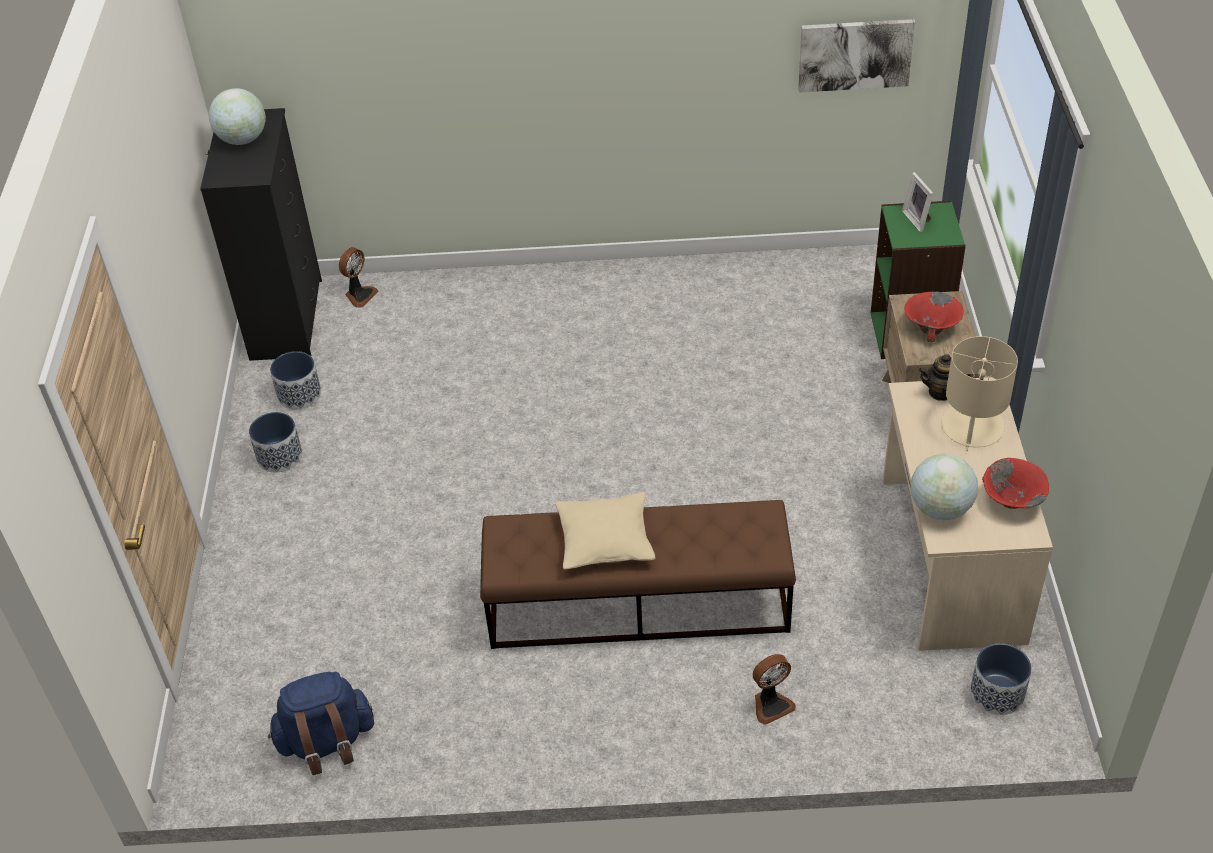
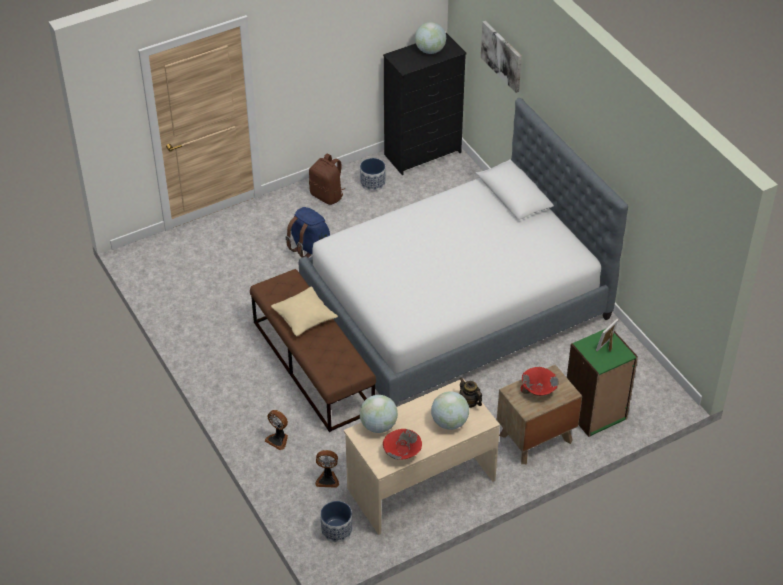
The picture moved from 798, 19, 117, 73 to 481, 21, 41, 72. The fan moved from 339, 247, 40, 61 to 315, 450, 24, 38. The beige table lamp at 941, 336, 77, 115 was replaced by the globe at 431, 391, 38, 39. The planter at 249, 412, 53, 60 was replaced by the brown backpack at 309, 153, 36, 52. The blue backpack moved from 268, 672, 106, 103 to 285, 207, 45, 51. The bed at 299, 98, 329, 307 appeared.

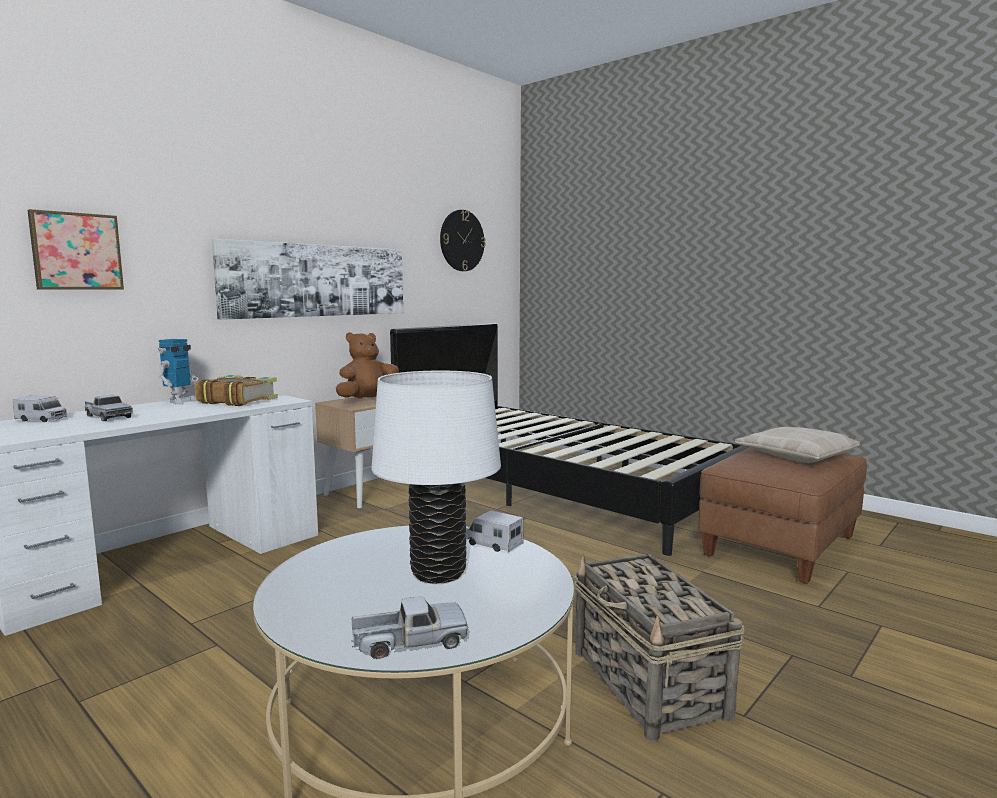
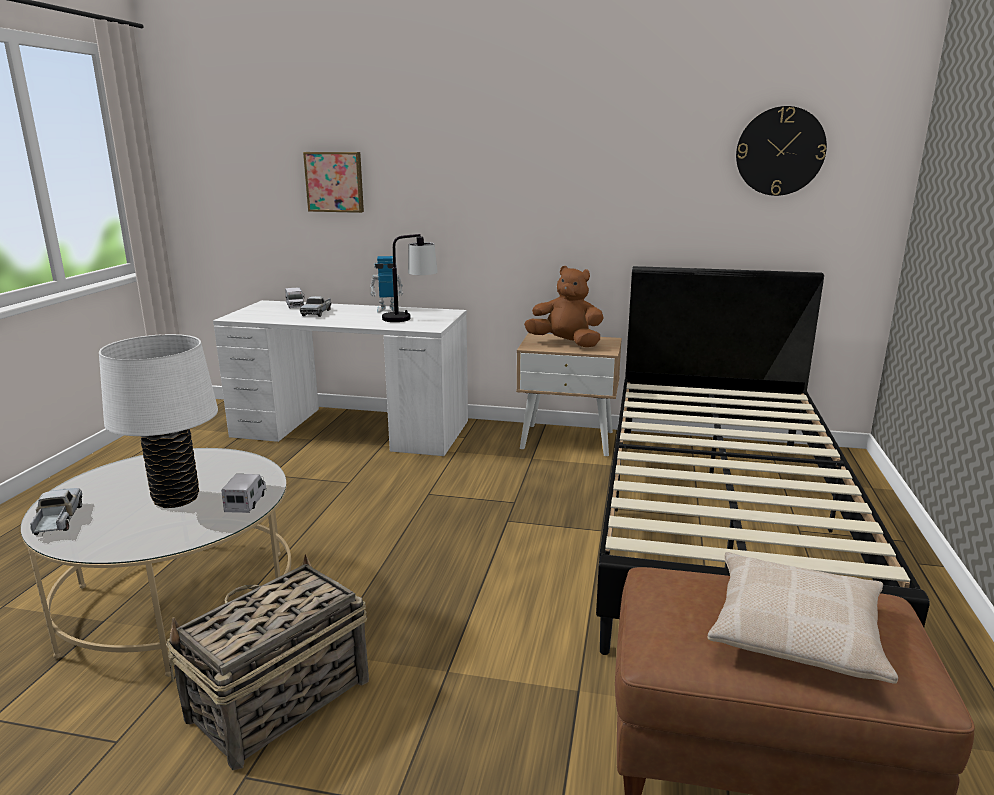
The picture at 212, 239, 191, 81 disappeared. The book at 195, 375, 83, 31 was replaced by the table lamp at 382, 234, 56, 88. The toy truck at 351, 596, 117, 63 turned 150 degrees counterclockwise.

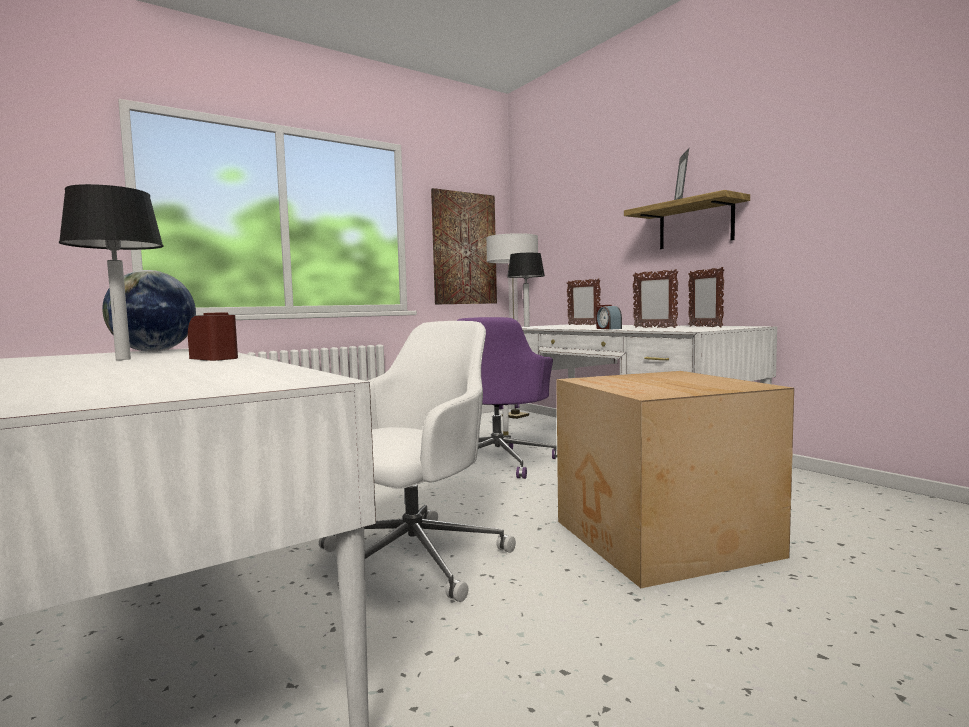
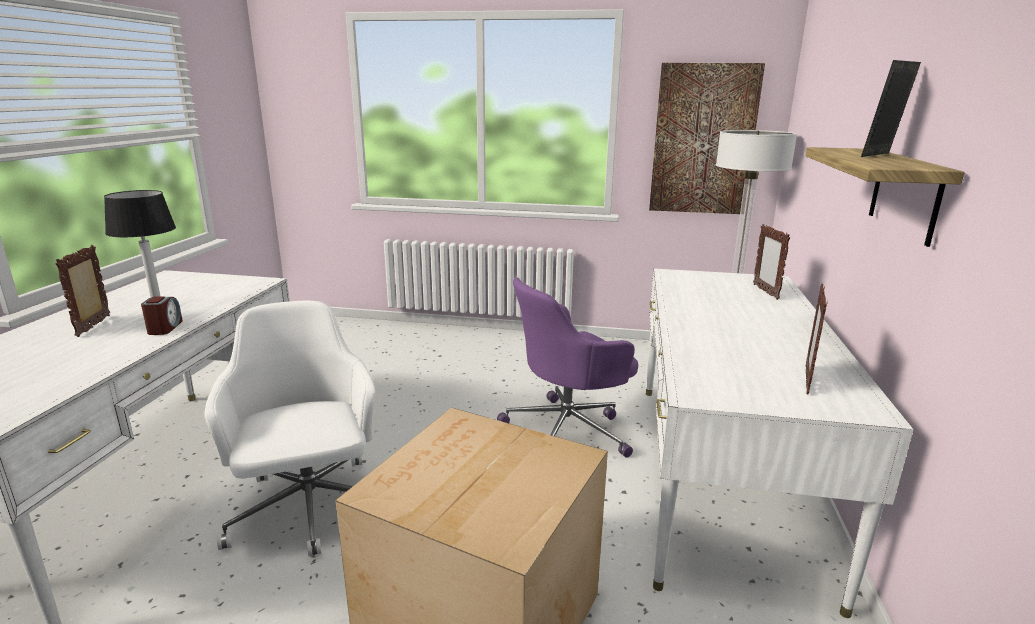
The table lamp at 507, 253, 38, 74 disappeared. The picture frame moved from 633, 269, 45, 59 to 55, 245, 55, 92. The globe at 102, 270, 94, 82 disappeared. The alarm clock at 596, 305, 26, 25 disappeared. The white office chair at 319, 321, 197, 281 turned 105 degrees counterclockwise.

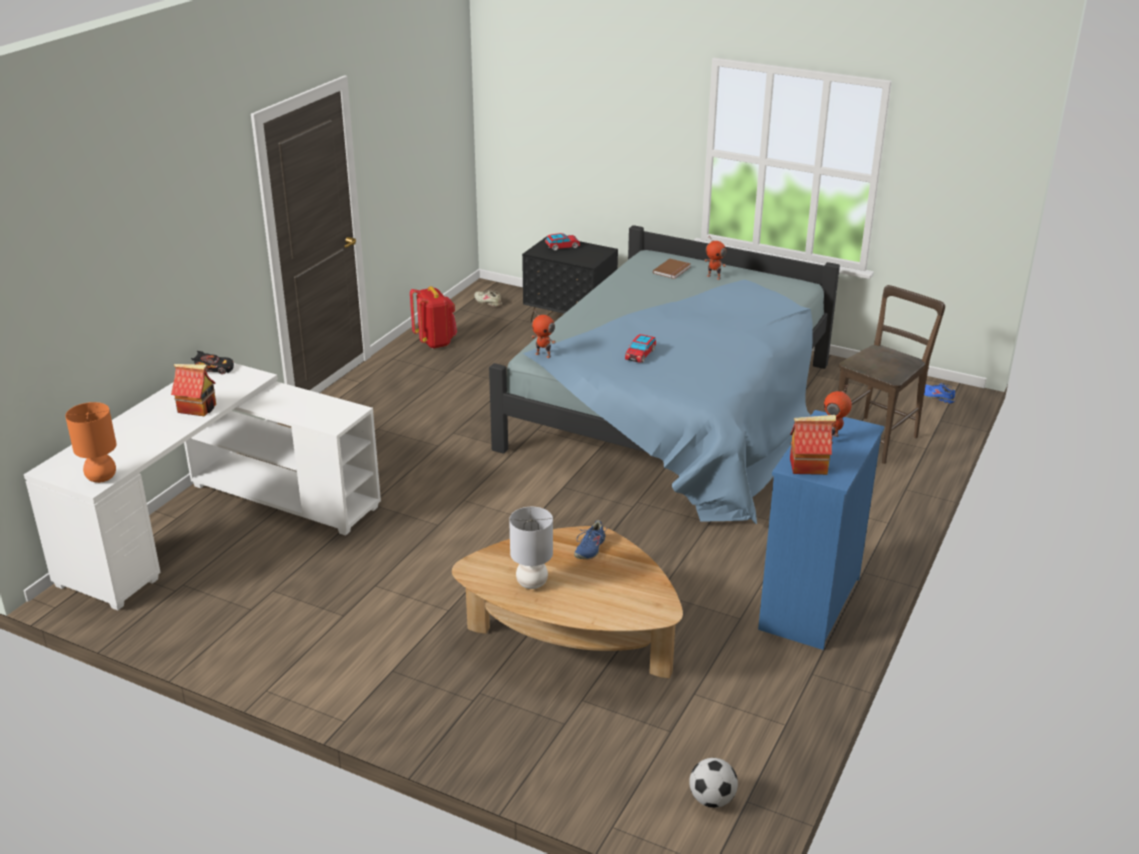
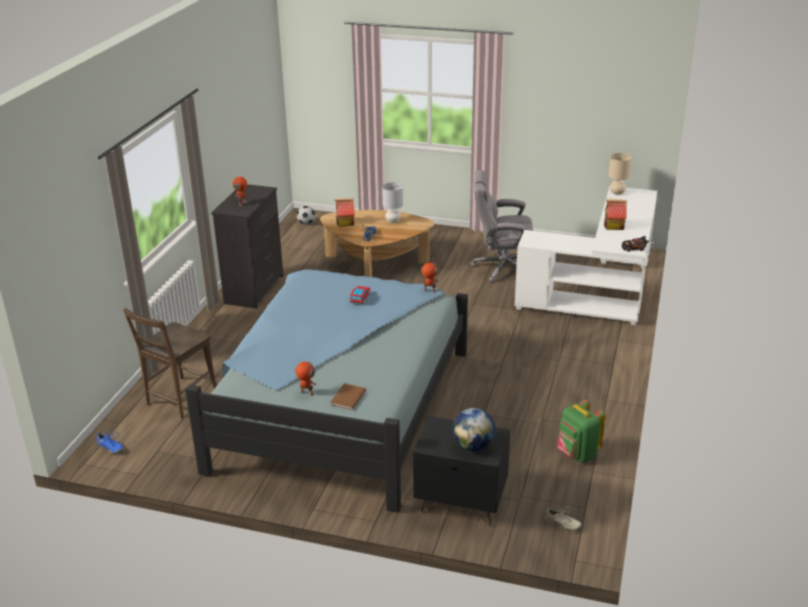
The toy car at 545, 233, 35, 18 was replaced by the globe at 453, 408, 42, 43. The red backpack at 410, 286, 47, 63 became the green backpack at 557, 399, 49, 64. The orange table lamp at 65, 402, 52, 81 became the beige table lamp at 609, 153, 23, 42. The blue dresser at 758, 410, 127, 240 became the black dresser at 211, 184, 73, 125. The toy house moved from 790, 415, 46, 60 to 334, 198, 21, 29. The grey office chair at 471, 170, 62, 113 appeared.

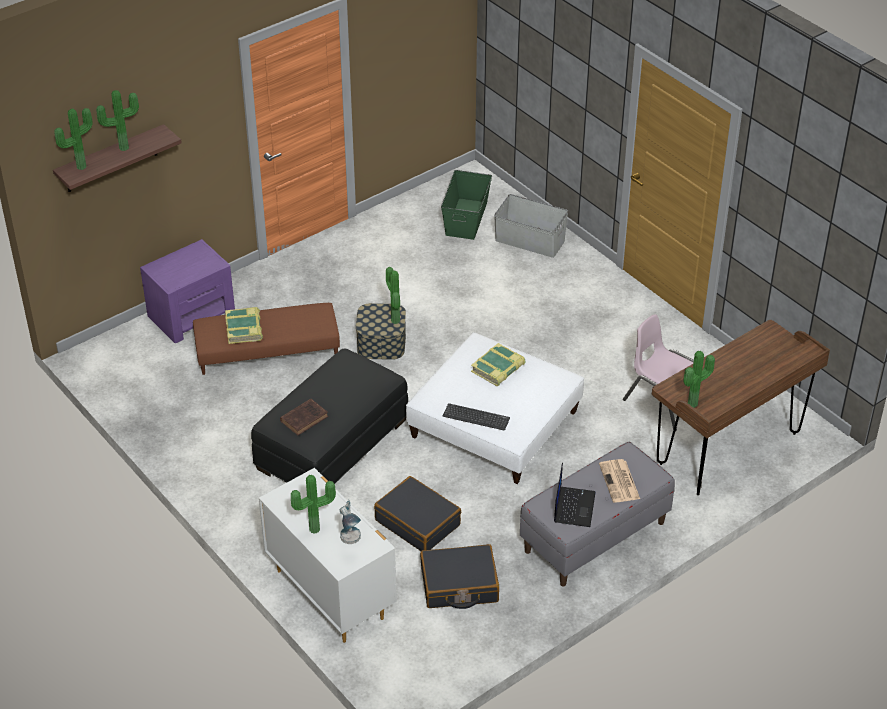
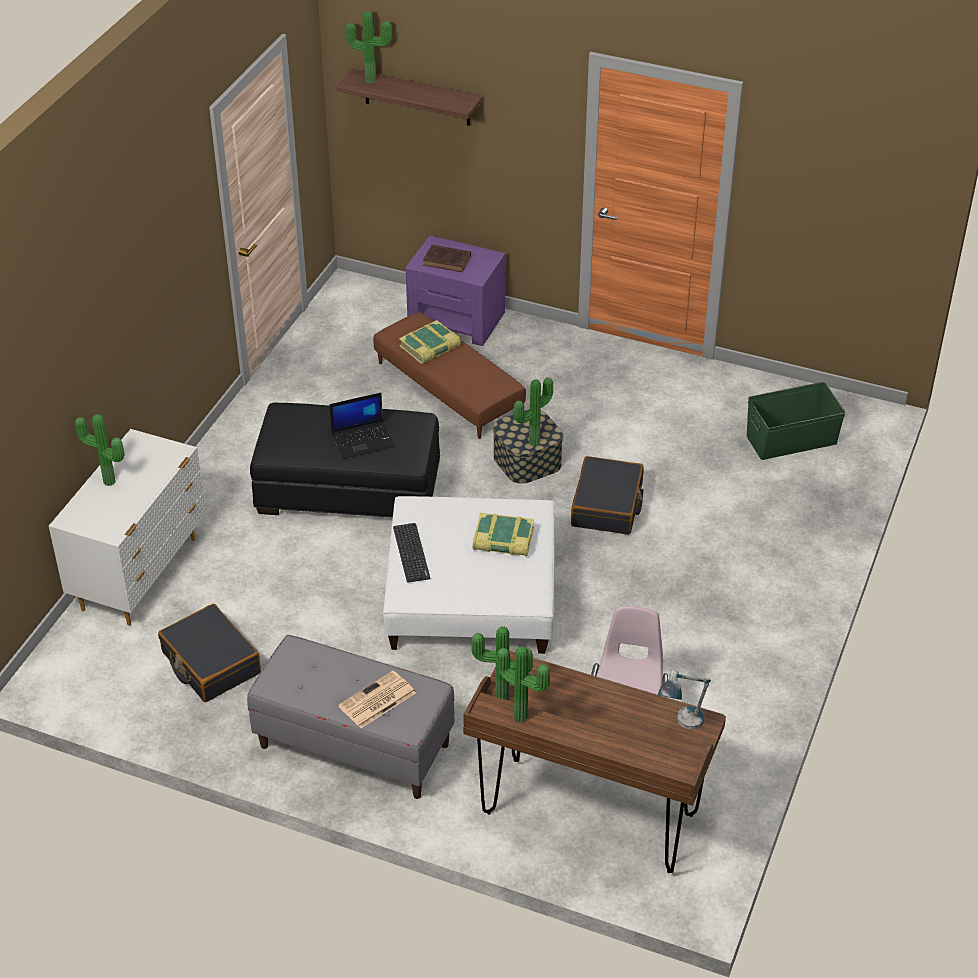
The potted plant moved from 96, 90, 43, 61 to 497, 646, 53, 76. The grey storage box at 494, 194, 74, 64 disappeared. The brown book moved from 280, 399, 48, 36 to 423, 245, 48, 27. The laptop moved from 554, 463, 42, 64 to 330, 393, 65, 66. The black suitcase moved from 374, 476, 87, 75 to 571, 456, 73, 79. The table lamp moved from 340, 500, 21, 44 to 658, 670, 53, 60.

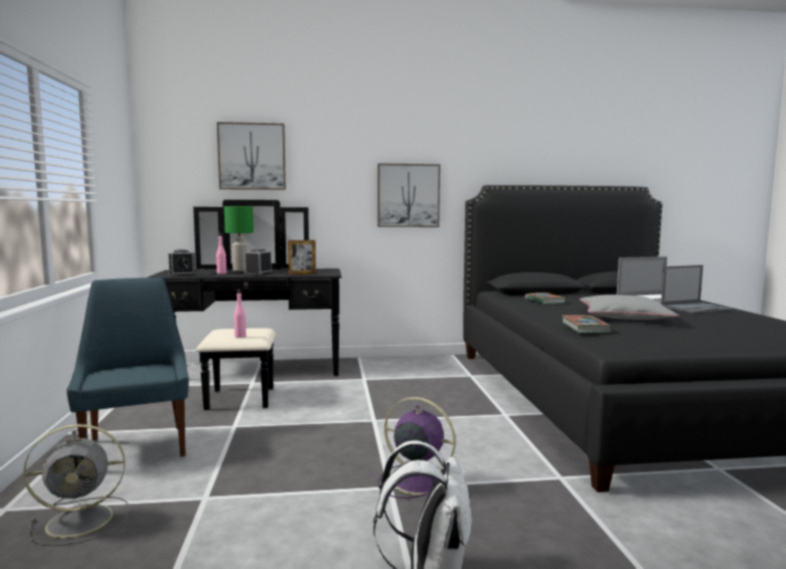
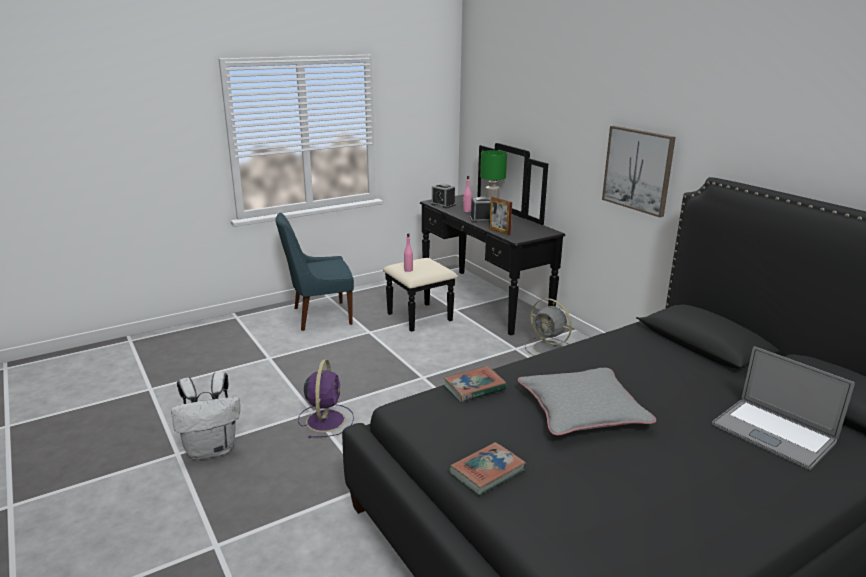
The picture at 217, 122, 69, 68 disappeared. The laptop at 661, 265, 73, 49 disappeared. The blue chair at 67, 278, 122, 179 turned 150 degrees counterclockwise. The book moved from 525, 293, 41, 12 to 449, 442, 77, 54. The grey fan moved from 23, 424, 106, 122 to 525, 298, 47, 58.

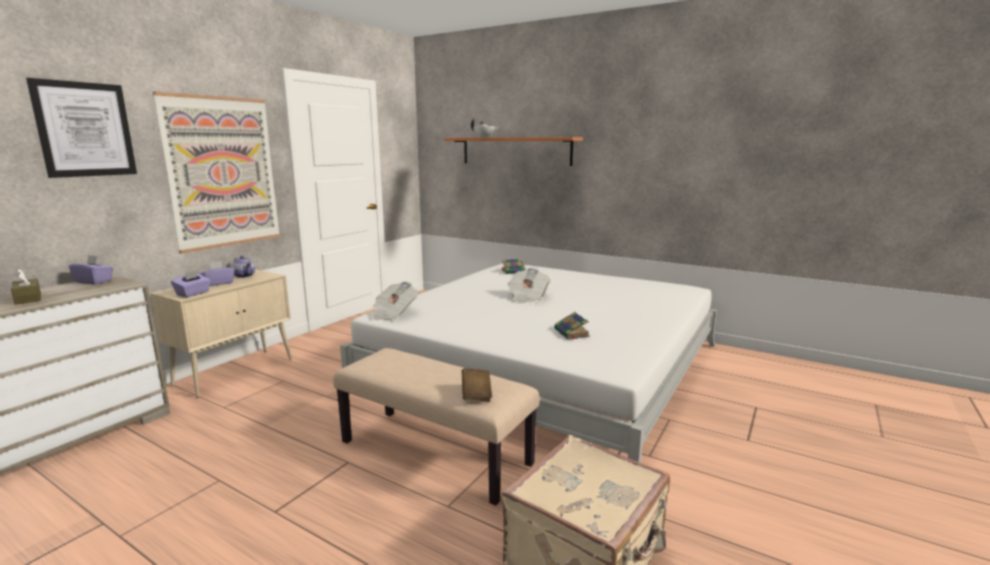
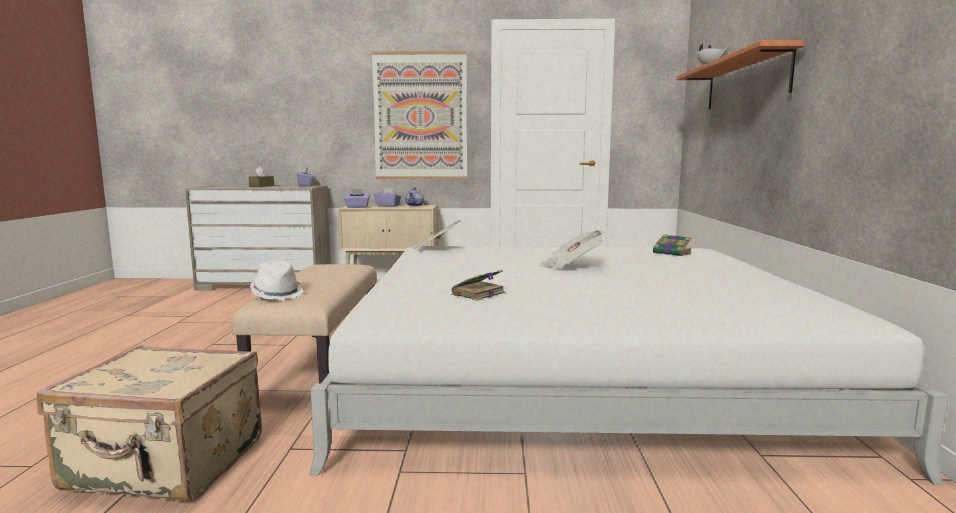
The picture at 26, 78, 111, 100 disappeared. The brown book at 462, 368, 30, 34 was replaced by the white hat at 250, 261, 54, 39.

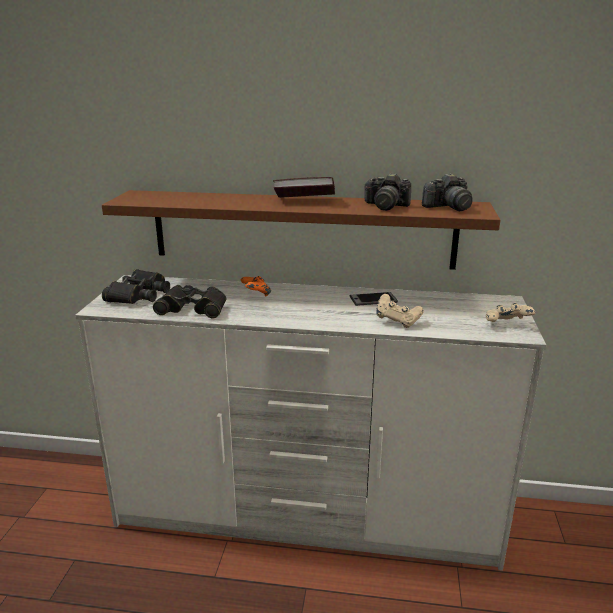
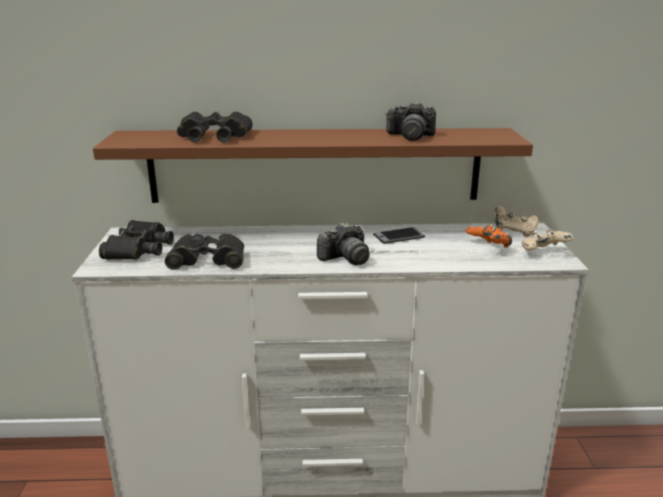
The photo camera moved from 422, 174, 51, 37 to 317, 222, 53, 43. The book at 273, 177, 62, 21 disappeared. The orange game controller moved from 241, 276, 30, 21 to 466, 225, 46, 23. The beige game controller moved from 376, 294, 48, 34 to 494, 206, 45, 31. The black binoculars at 177, 112, 76, 30 appeared.

